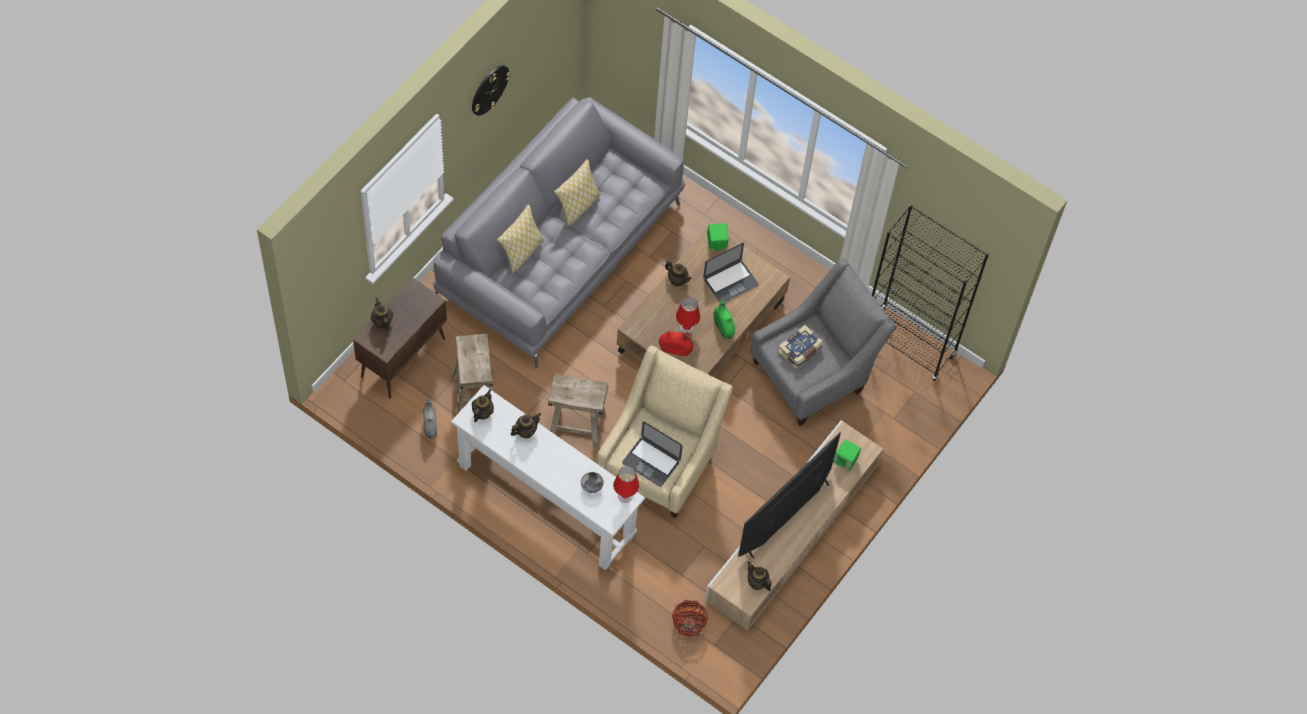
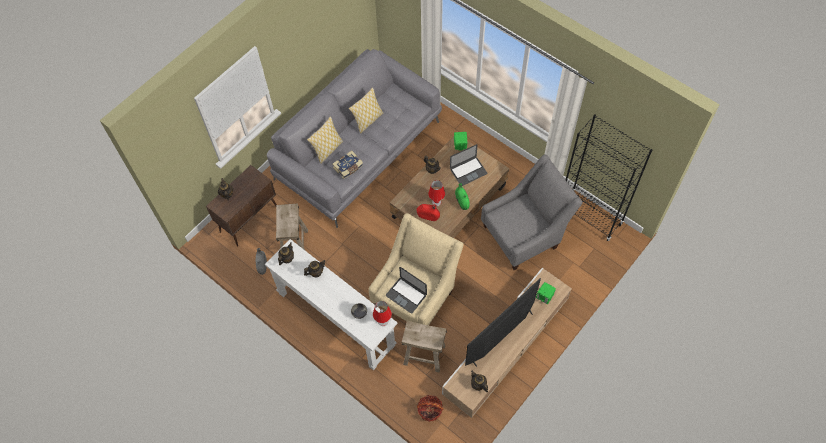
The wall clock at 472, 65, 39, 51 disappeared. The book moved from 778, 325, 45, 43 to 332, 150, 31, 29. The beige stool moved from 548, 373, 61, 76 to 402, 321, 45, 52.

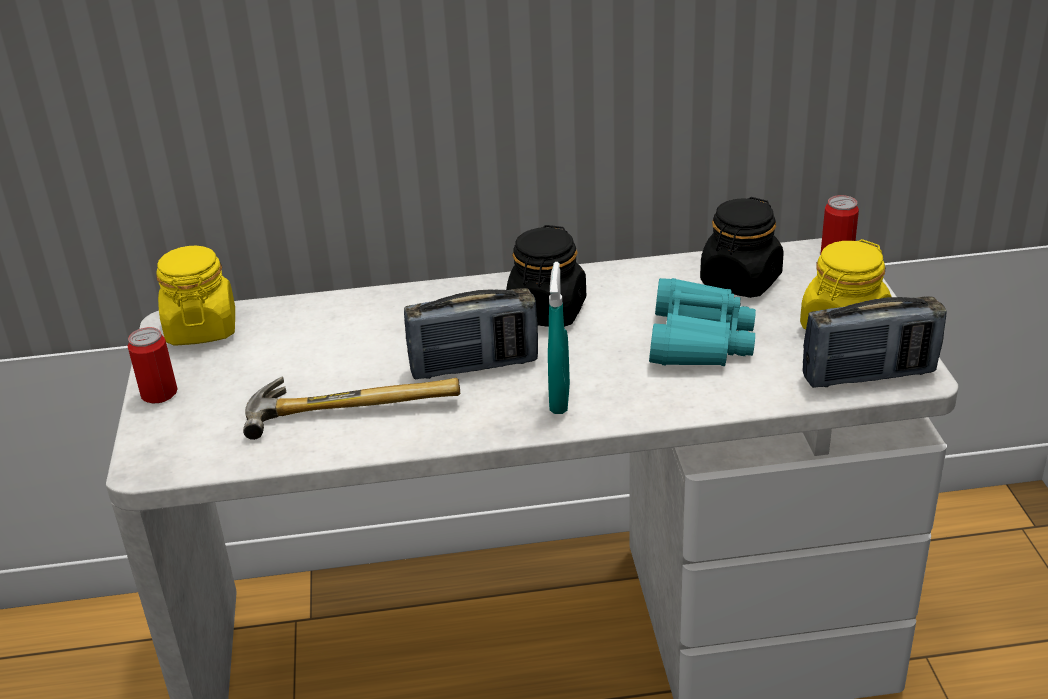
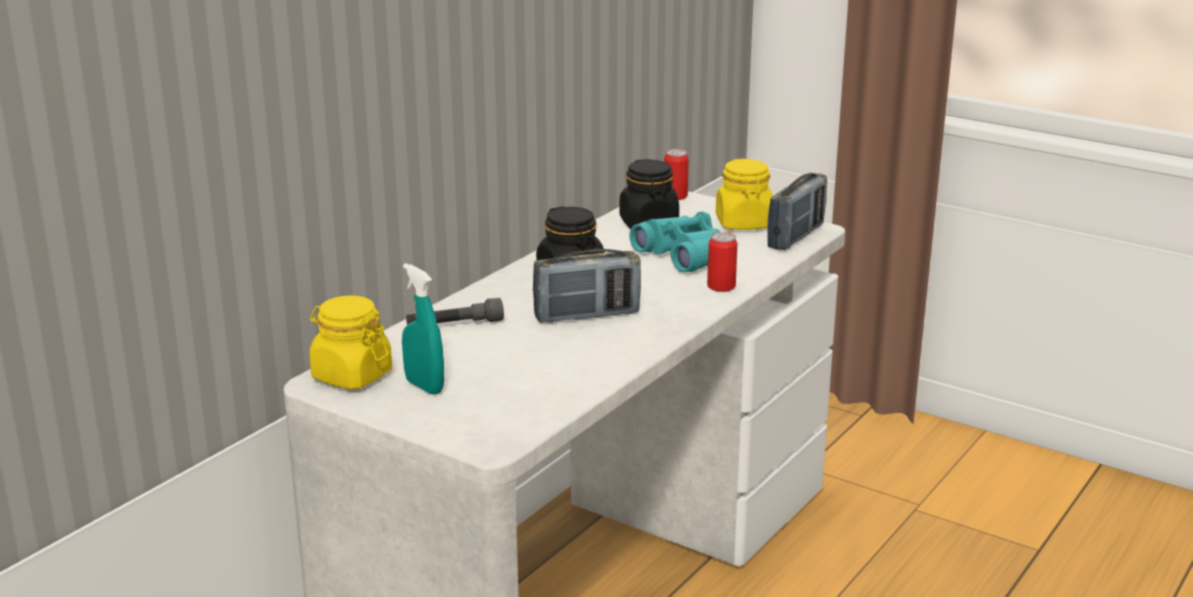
The turquoise spray bottle moved from 548, 262, 22, 152 to 402, 263, 42, 132. The radio at 404, 288, 134, 91 turned 45 degrees clockwise. The can moved from 128, 327, 50, 76 to 707, 232, 30, 60. The hammer at 243, 376, 217, 64 disappeared. The grey flashlight at 406, 298, 98, 27 appeared.

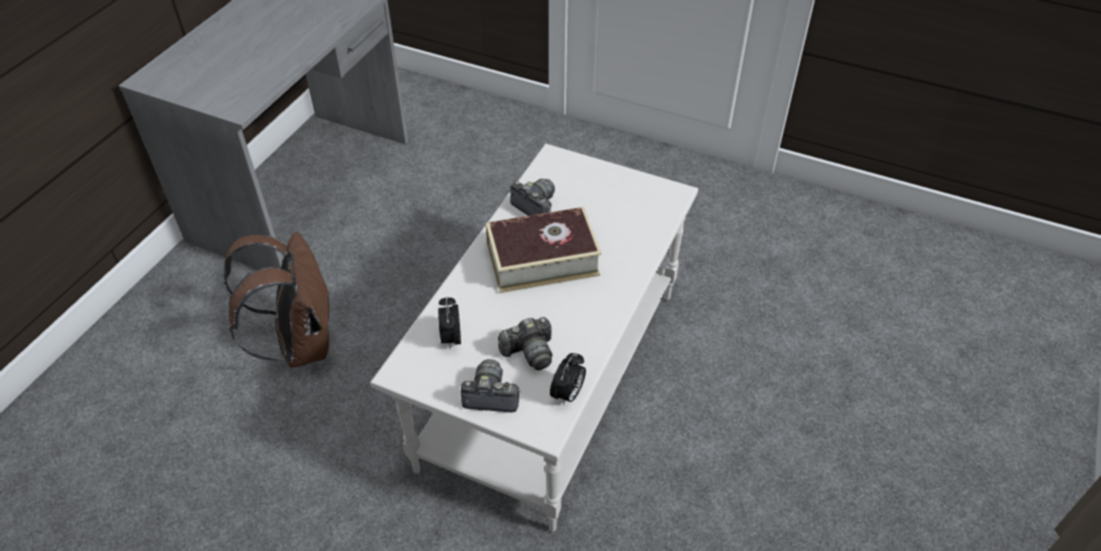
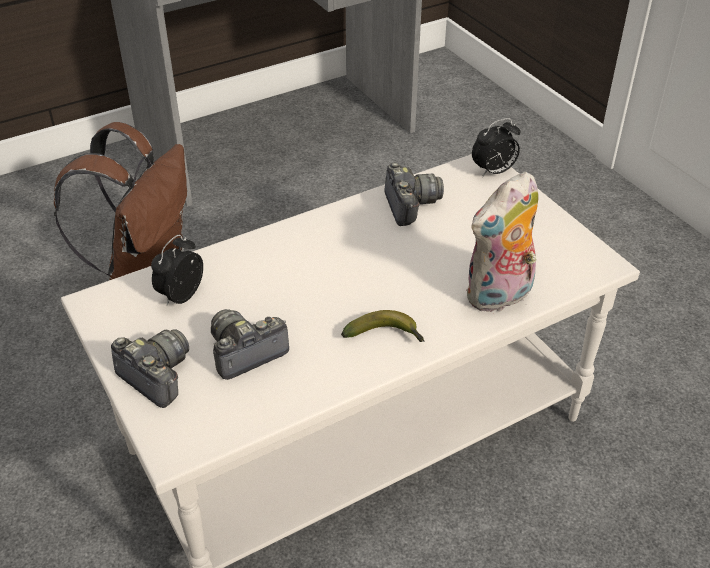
The book at 486, 207, 115, 86 disappeared. The photo camera at 498, 317, 54, 53 turned 135 degrees clockwise. The alarm clock moved from 550, 353, 36, 53 to 472, 118, 48, 59. The plush toy at 466, 172, 73, 140 appeared. The banana at 341, 310, 83, 32 appeared.

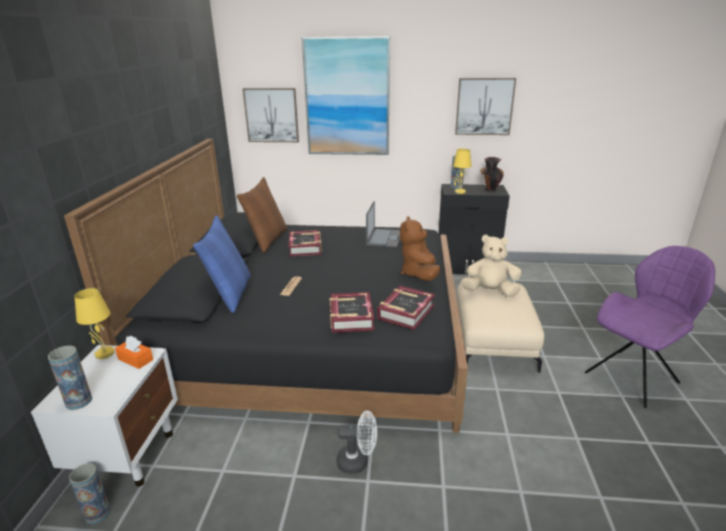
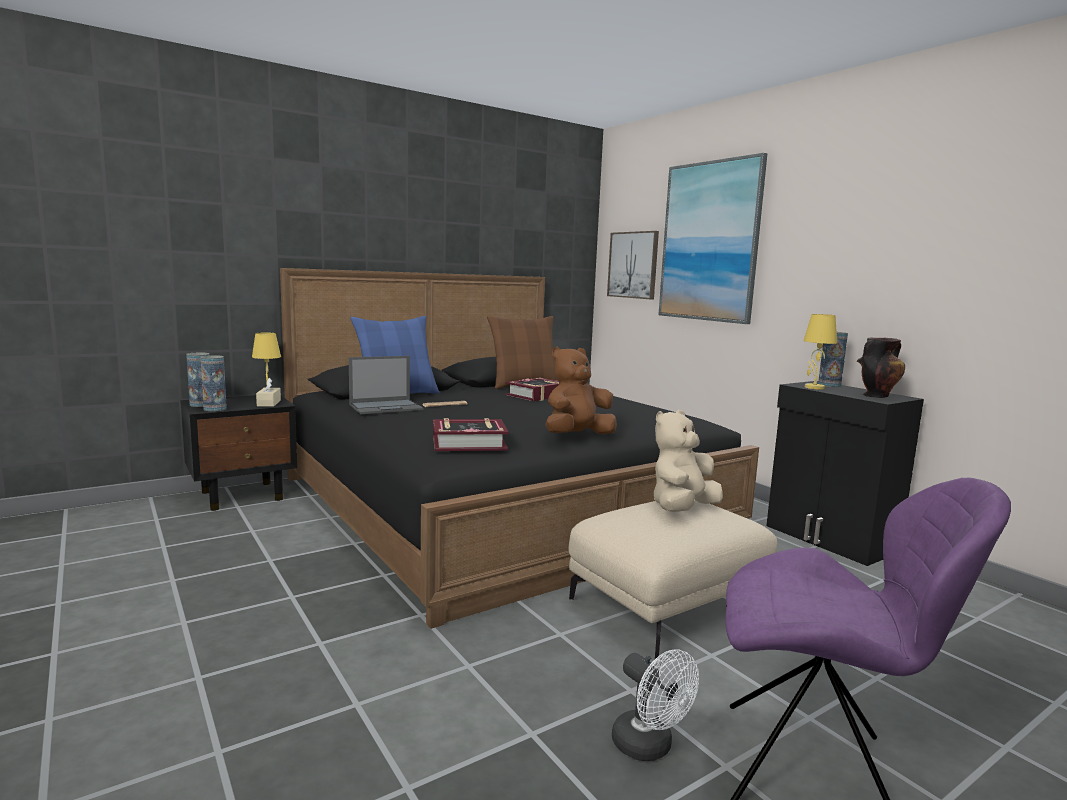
The picture at 455, 78, 61, 57 disappeared. The laptop moved from 366, 201, 34, 46 to 349, 356, 74, 58. The beige plush toy at 461, 235, 61, 62 turned 105 degrees counterclockwise. The book at 330, 292, 44, 41 disappeared. The orange tissue box at 115, 336, 38, 33 became the beige tissue box at 256, 378, 25, 29. The white nightstand at 31, 345, 147, 142 became the black nightstand at 180, 395, 117, 116. The white fan moved from 337, 410, 40, 64 to 612, 649, 87, 112. The vase moved from 69, 463, 42, 61 to 200, 355, 27, 56.

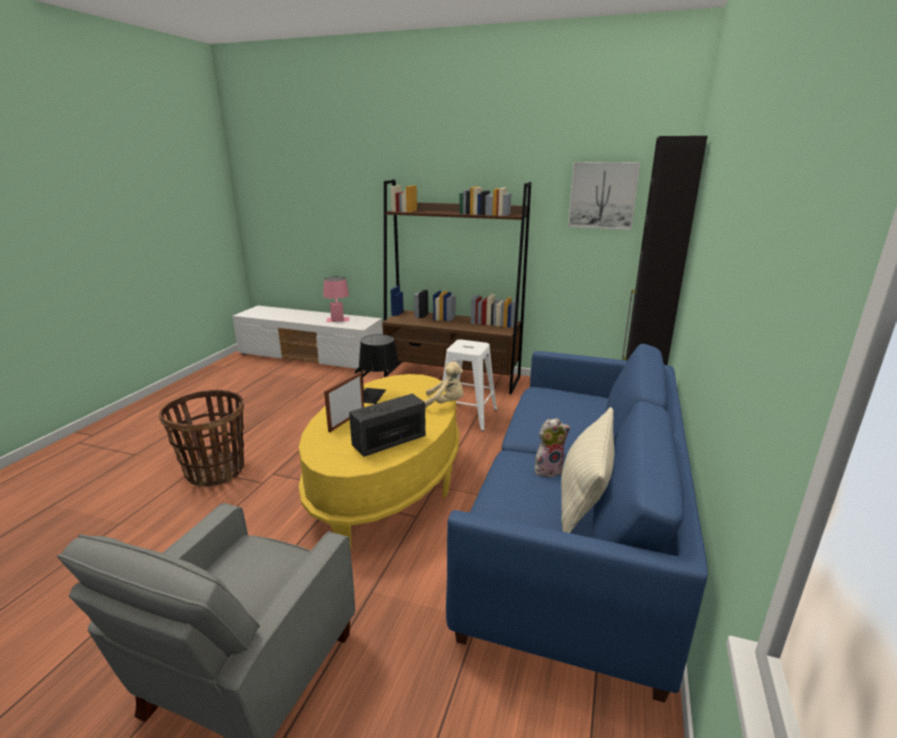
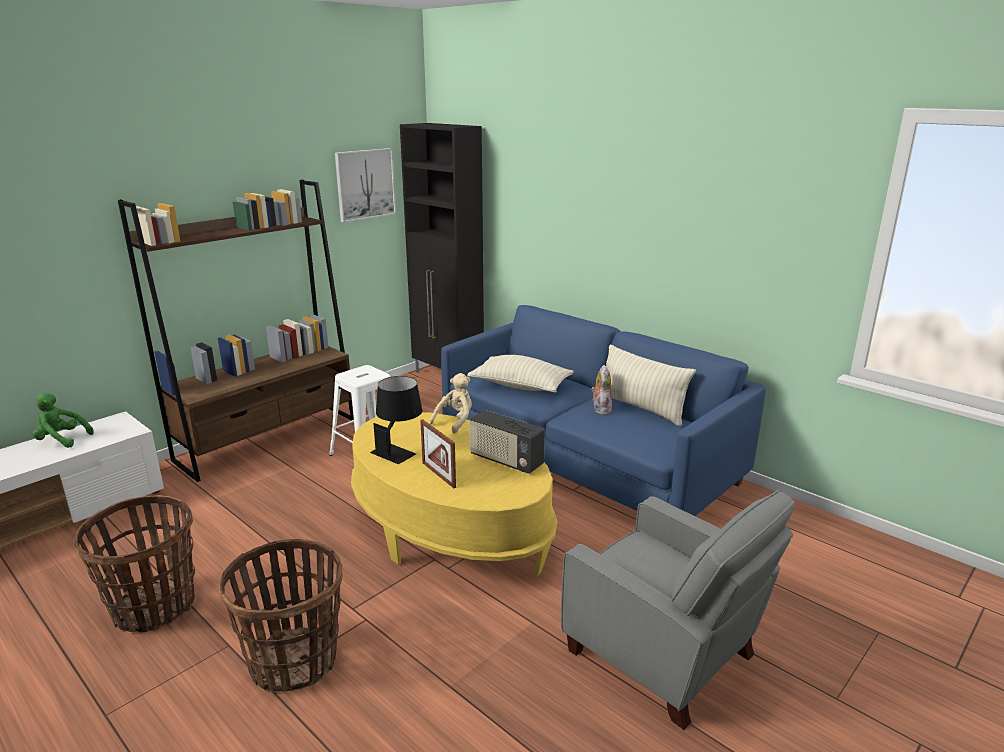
The pink table lamp at 323, 276, 26, 46 was replaced by the green plush toy at 33, 393, 60, 55. The radio at 349, 394, 77, 63 turned 45 degrees counterclockwise. The beige pillow at 467, 355, 107, 38 appeared. The basket at 73, 495, 122, 137 appeared.

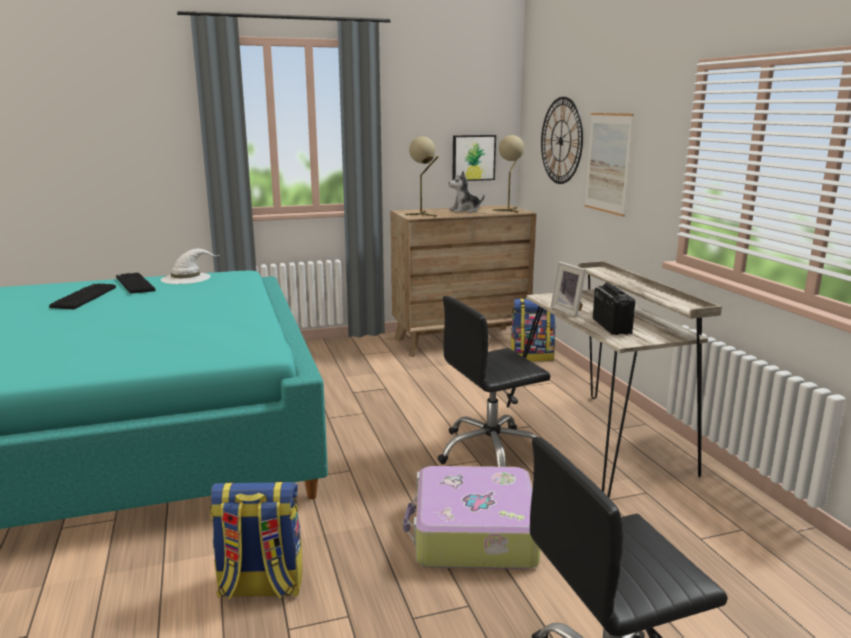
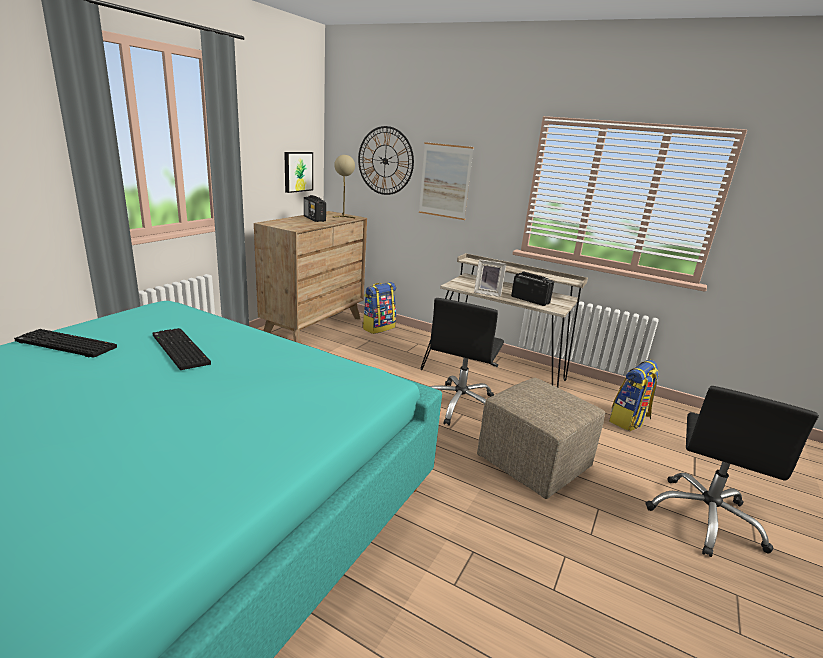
The beige table lamp at 405, 136, 34, 81 disappeared. The plush toy at 448, 171, 37, 42 was replaced by the radio at 304, 195, 22, 27. The white hat at 161, 249, 58, 35 disappeared. The keyboard moved from 49, 283, 67, 27 to 153, 328, 58, 42. The suitcase at 403, 466, 138, 103 was replaced by the beige ottoman at 477, 378, 128, 121. The backpack moved from 210, 481, 92, 119 to 609, 360, 50, 71.

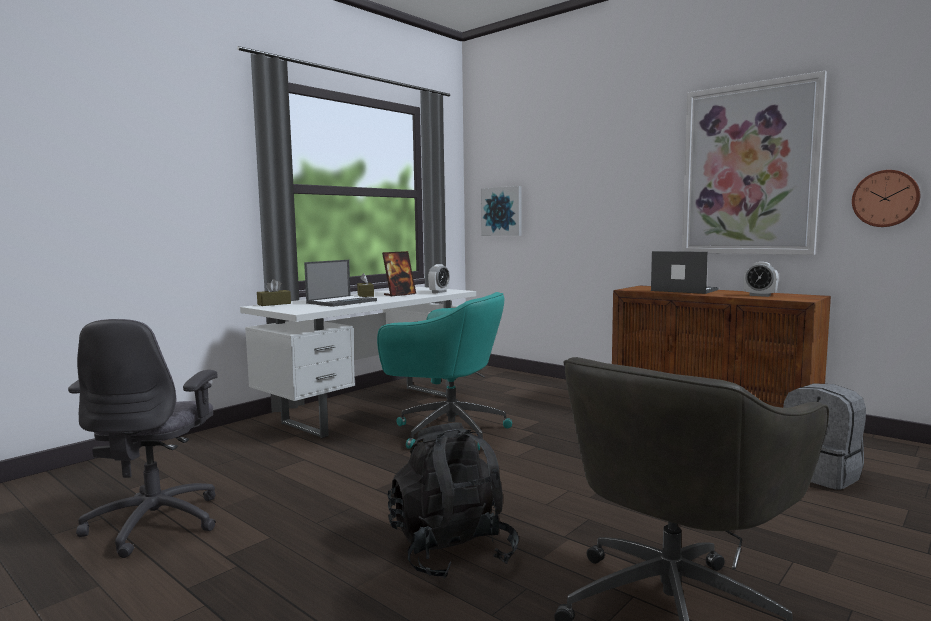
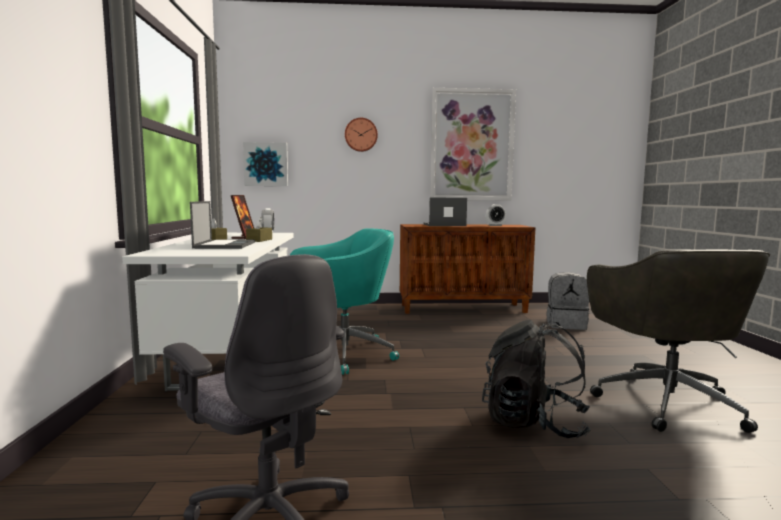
The wall clock moved from 852, 170, 68, 57 to 345, 118, 33, 34. The brown tissue box moved from 257, 279, 34, 27 to 246, 217, 26, 25.

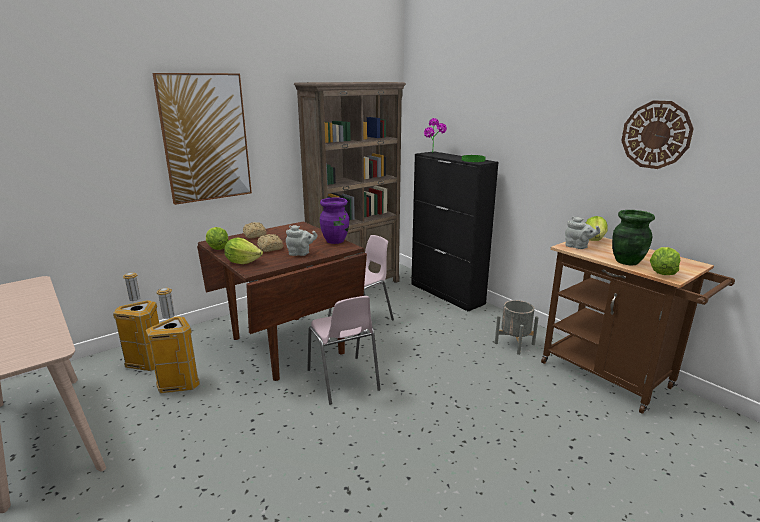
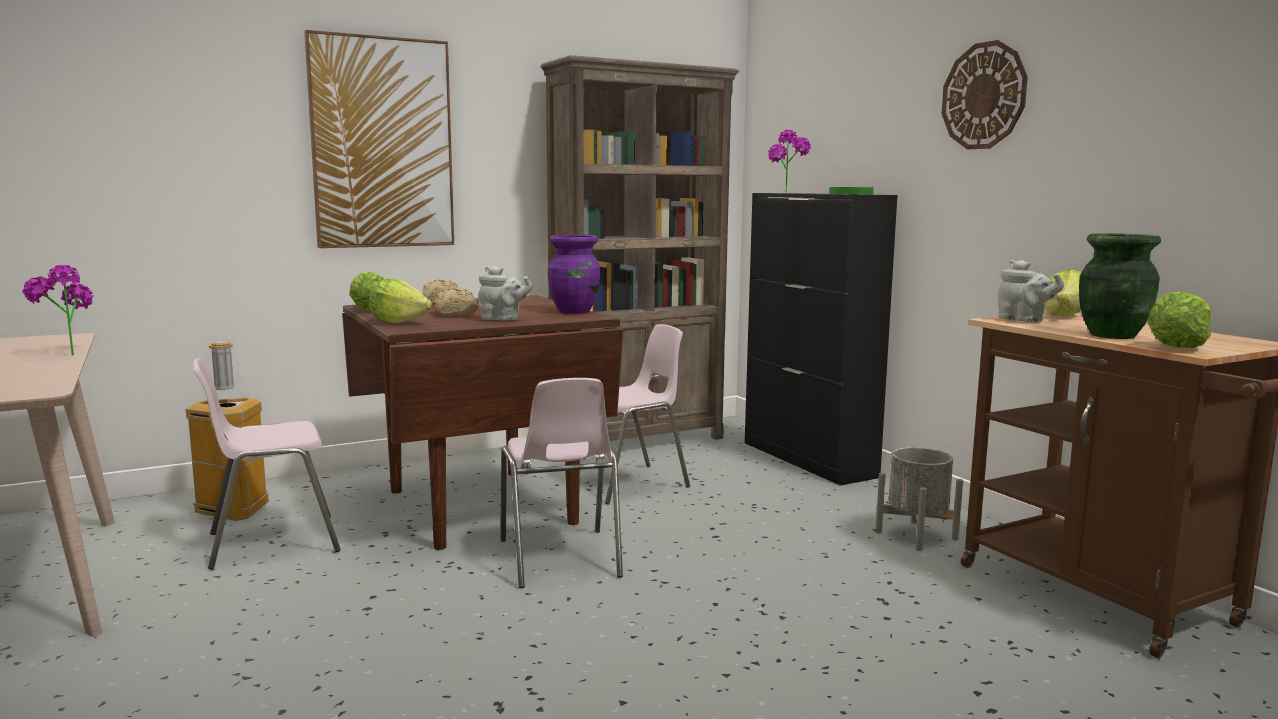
The wall clock moved from 621, 100, 73, 69 to 941, 40, 87, 109. The trash can at 146, 288, 54, 106 was replaced by the pink chair at 193, 358, 148, 211. The potted plant at 23, 265, 70, 90 appeared.

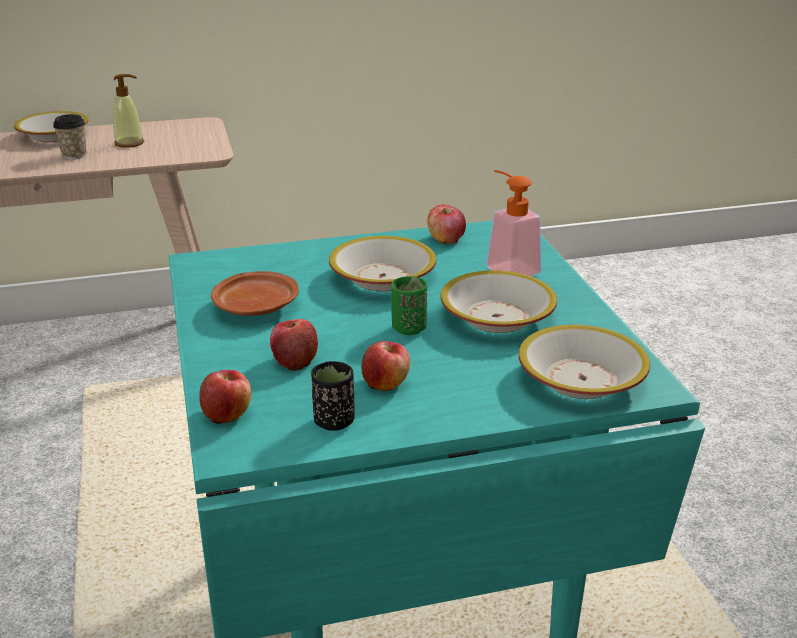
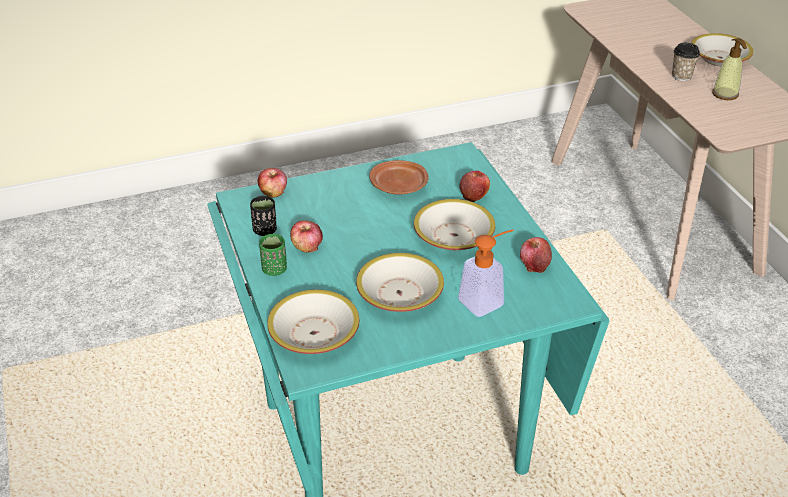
The green cup moved from 391, 276, 36, 59 to 259, 234, 28, 42. The apple moved from 270, 319, 48, 52 to 459, 171, 31, 31.

